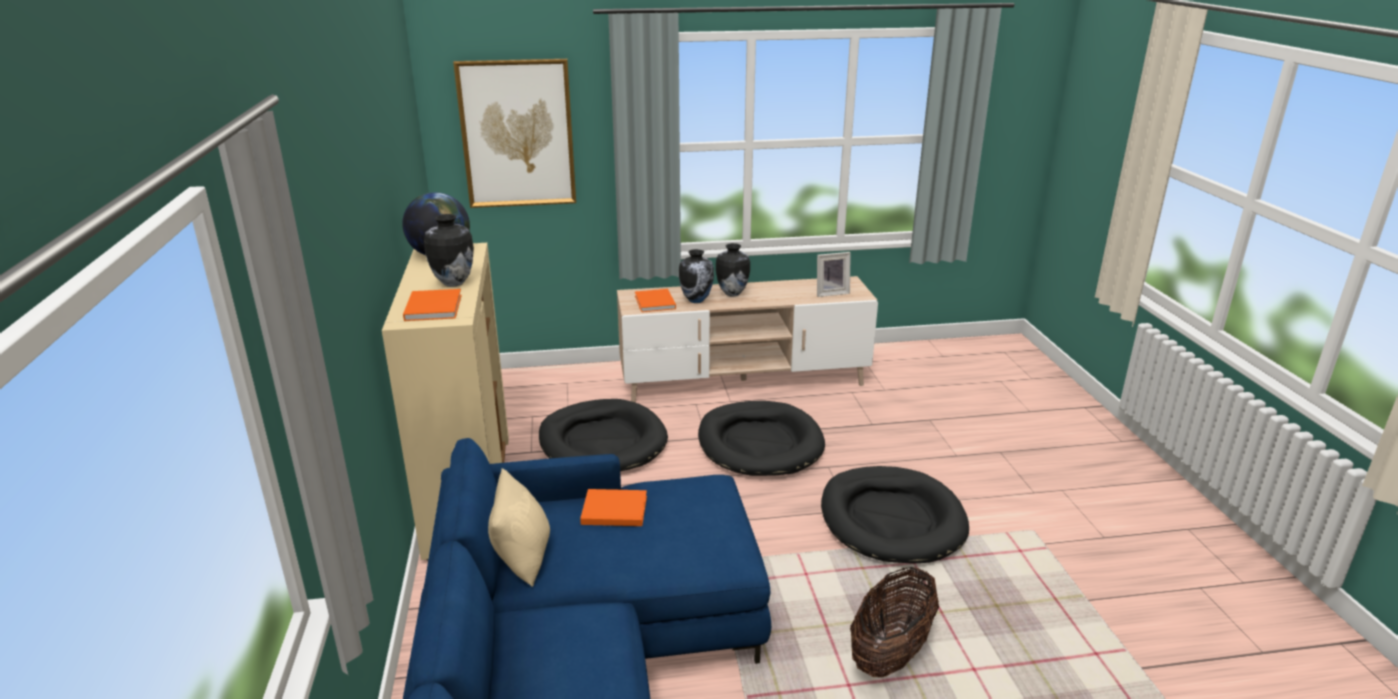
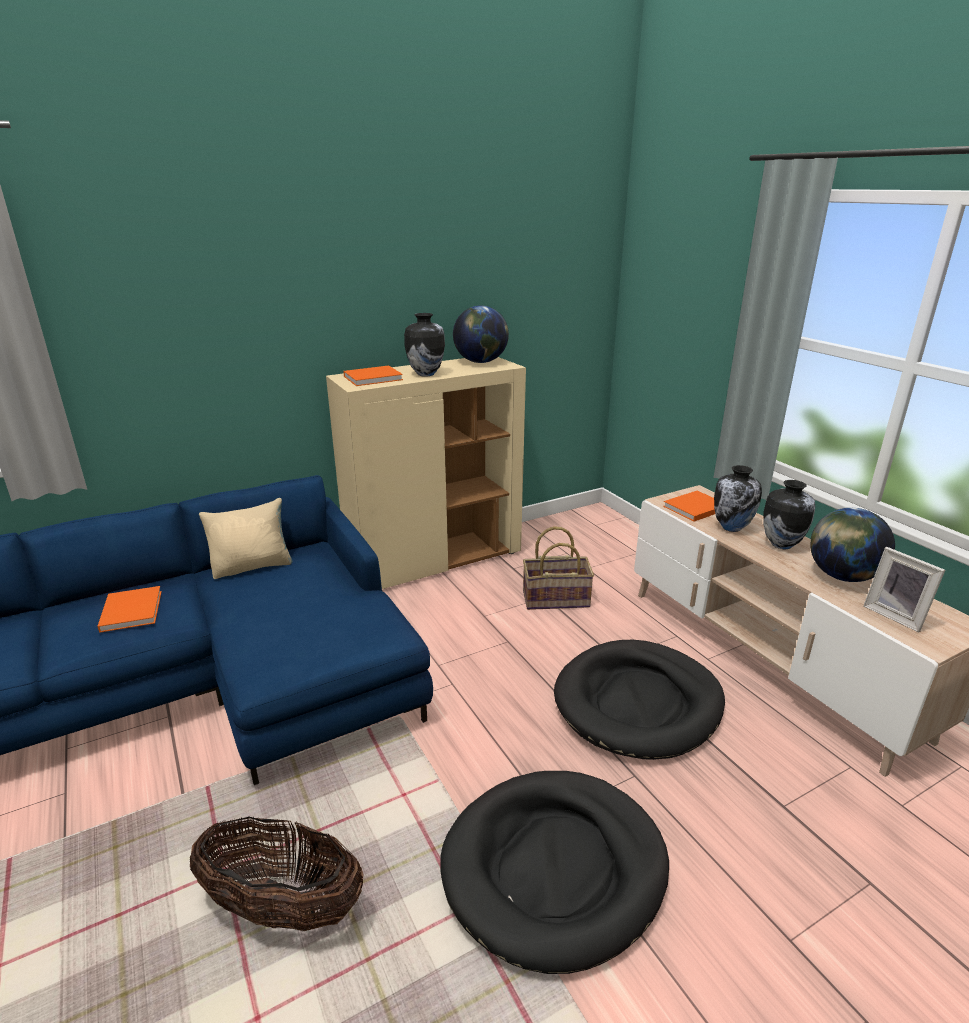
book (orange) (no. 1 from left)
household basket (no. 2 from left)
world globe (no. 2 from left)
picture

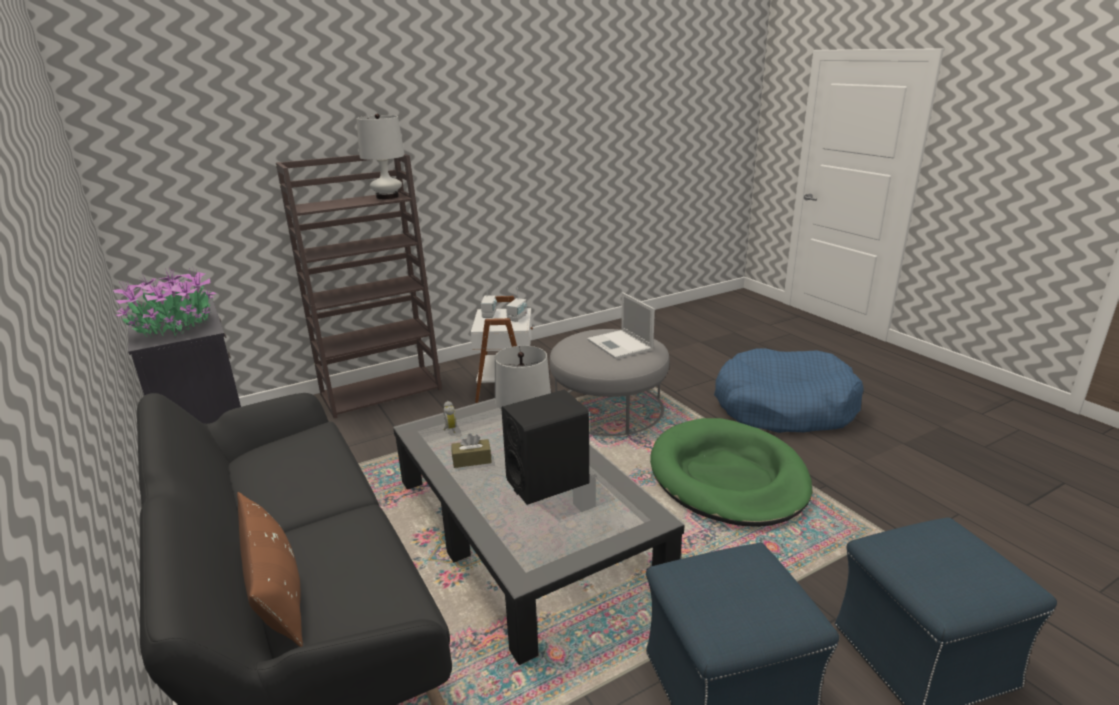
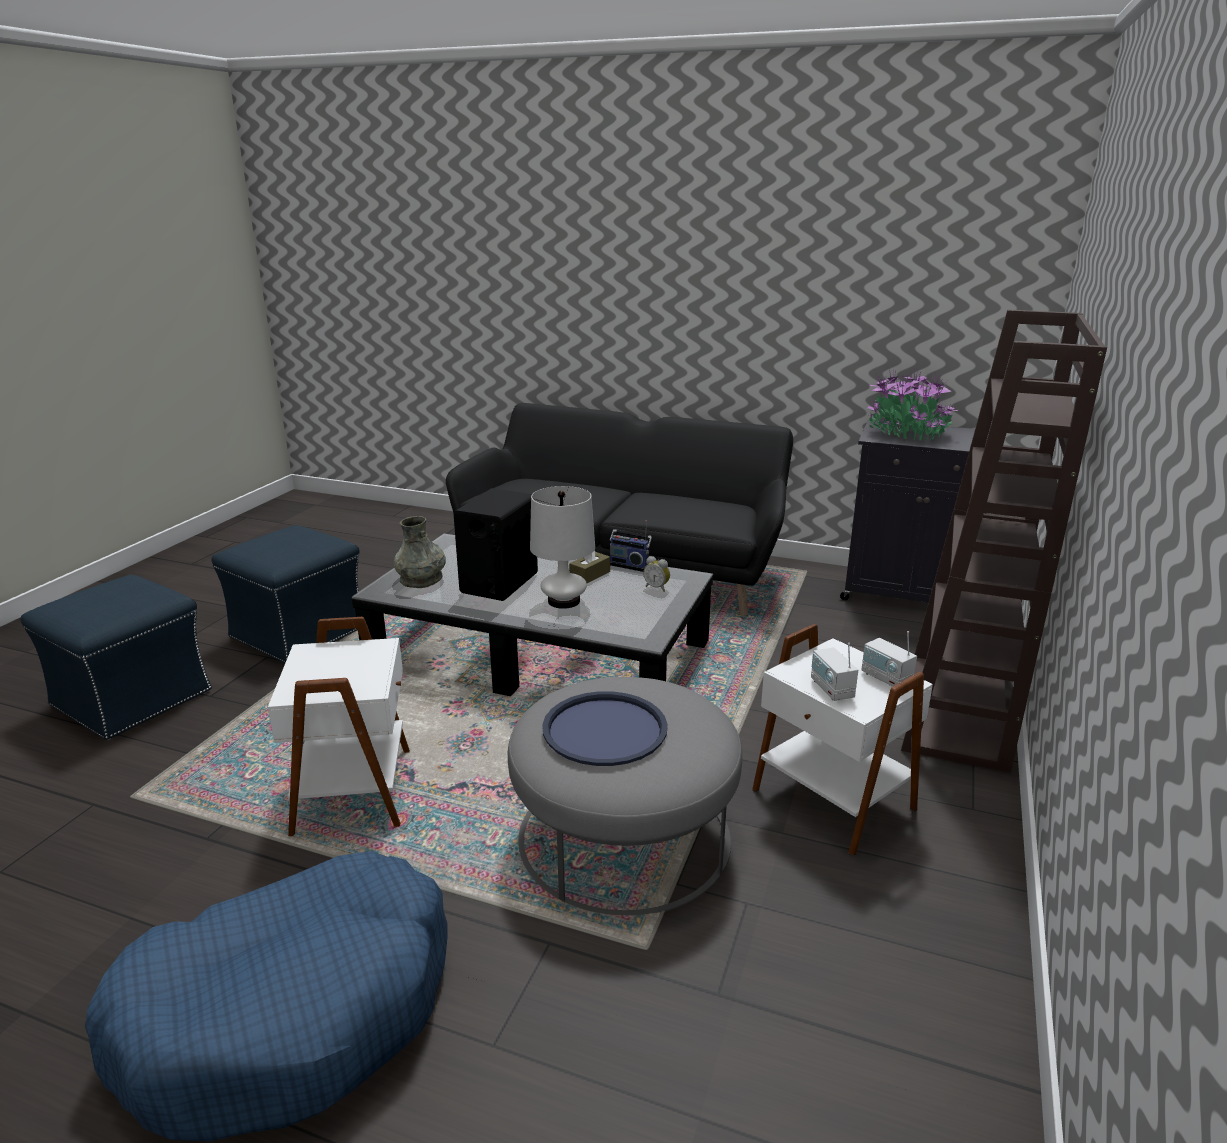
end table (white) (no. 1 from left)
decorative vase (gray)
tray (blue)
radio receiver (no. 1 from left)
pillow (brownish)
table lamp (white) (no. 1 from left in the first image)

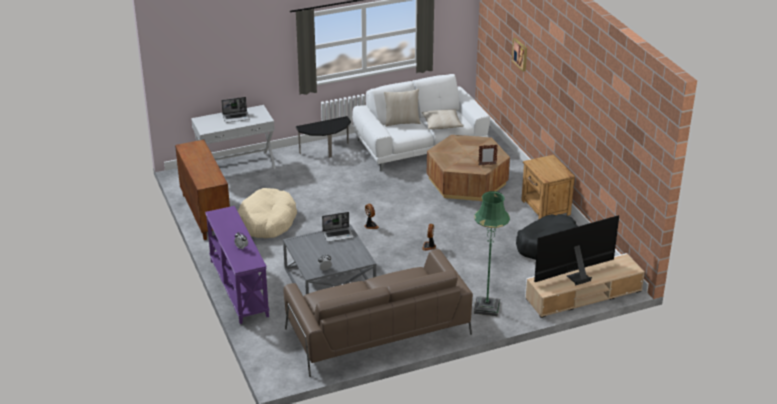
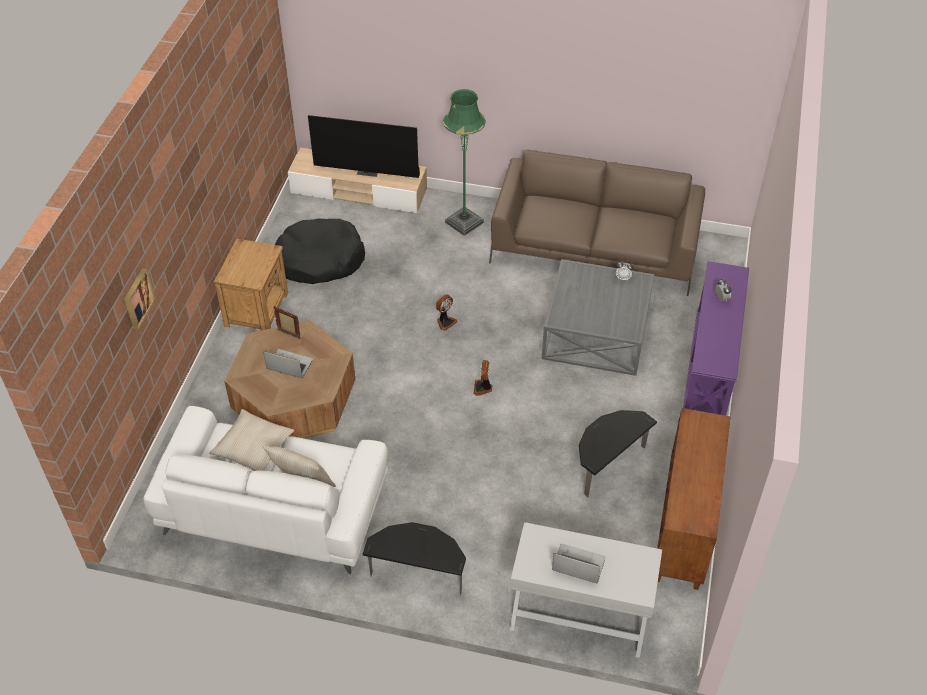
portable computer (no. 1 from left)
end table (no. 2 from left)

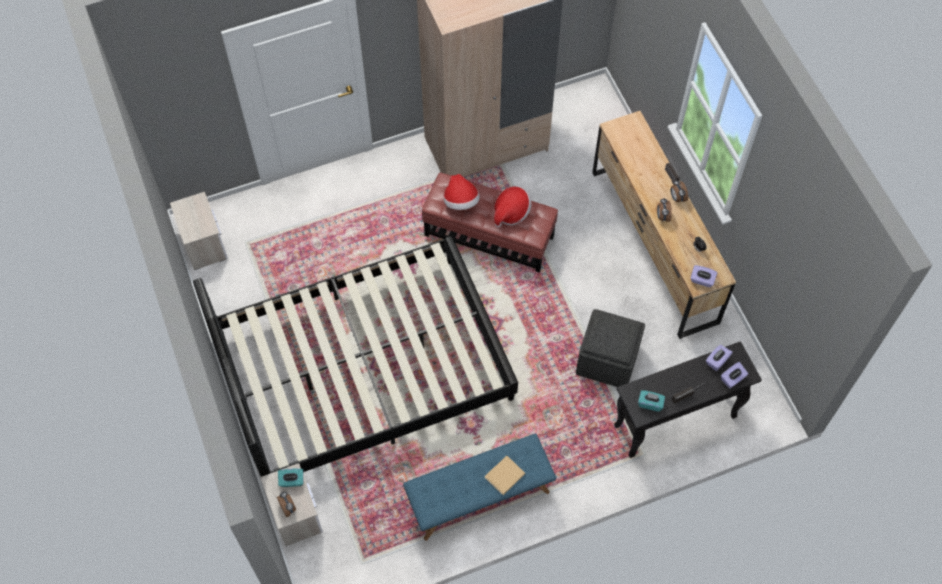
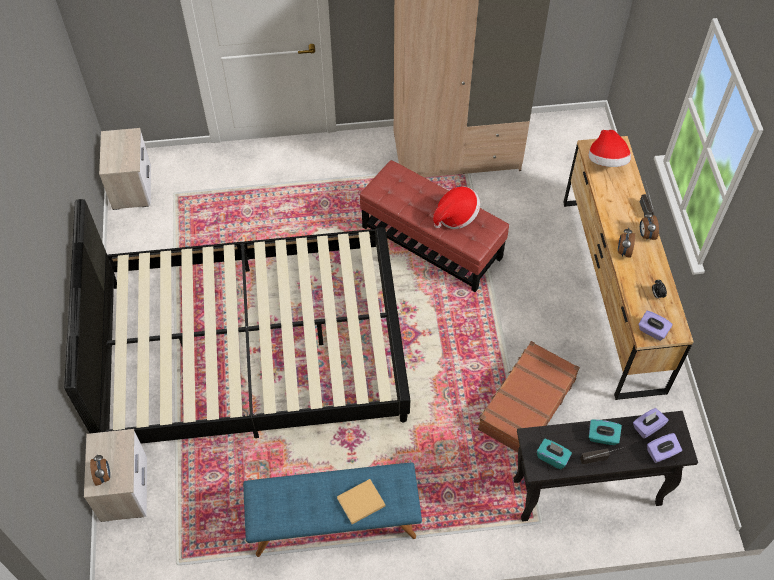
suitcase (brownish)
hat (no. 2 from left)
tissue box (turquoise) (no. 2 from left)

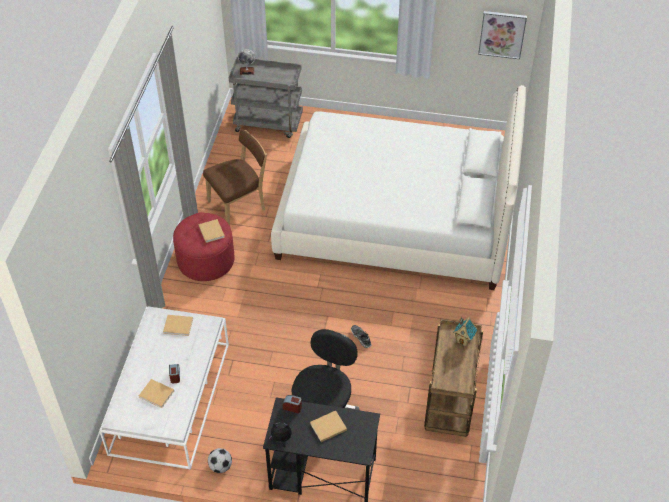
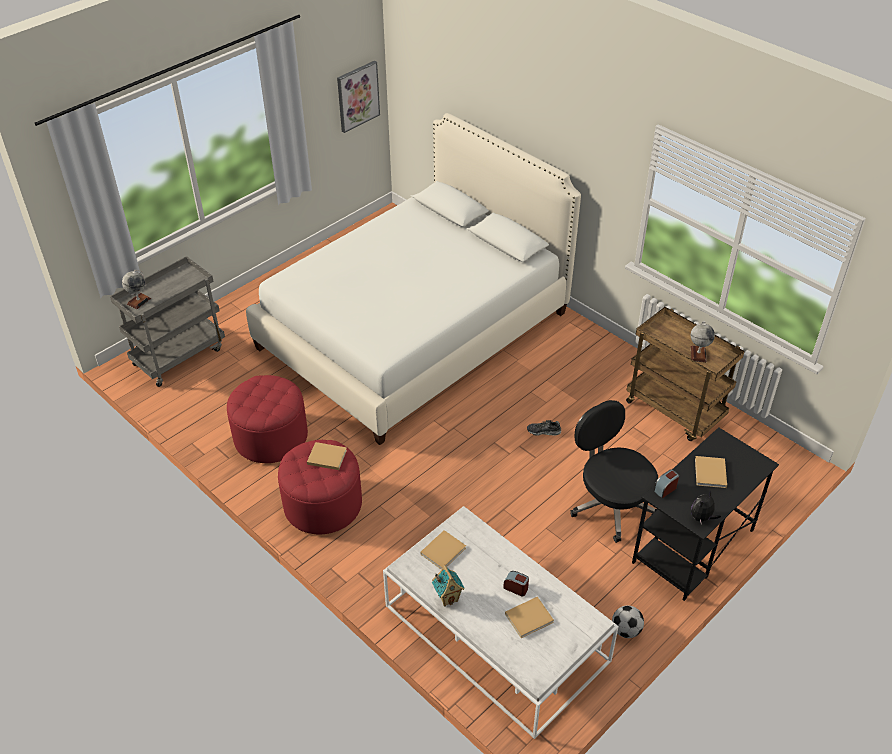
pouffe (red) (no. 1 from left)
model house
world globe (no. 2 from left)

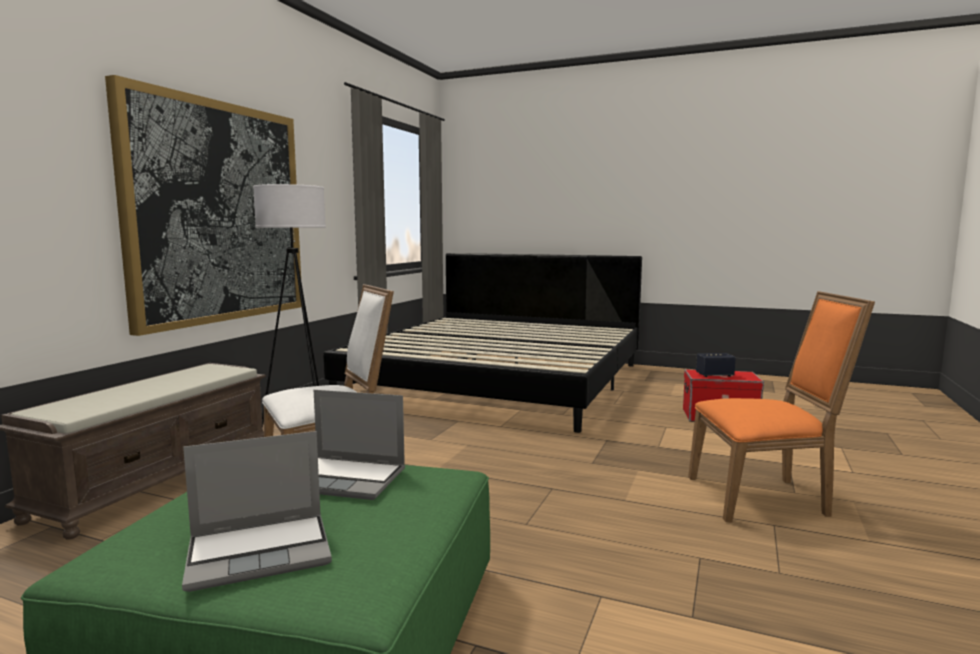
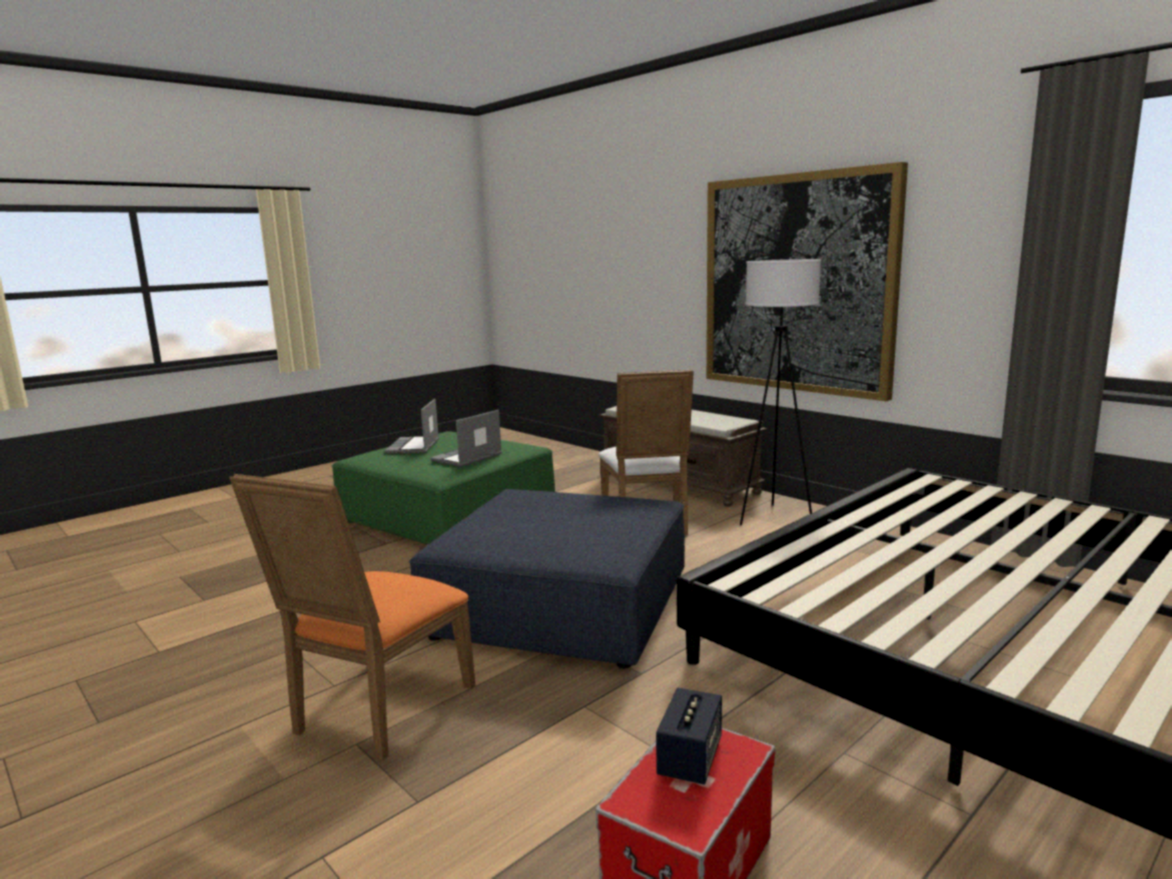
pouffe (blue)

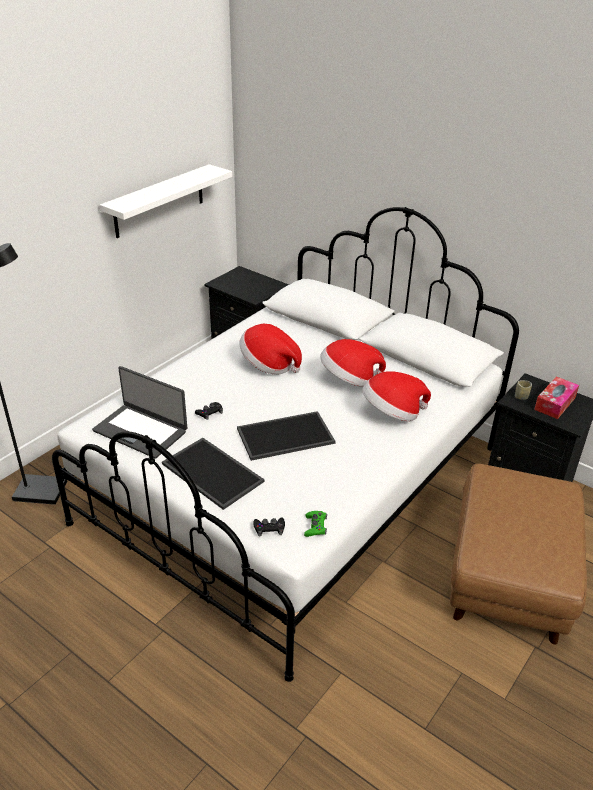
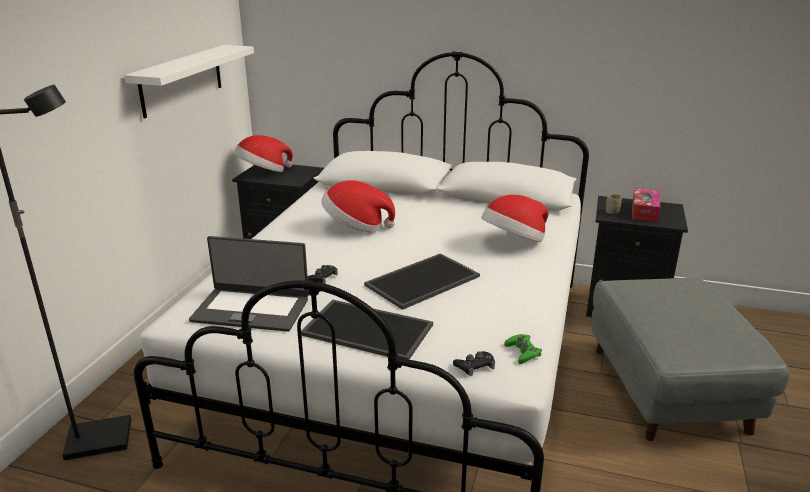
hat (no. 1 from left)
pouffe (gray)

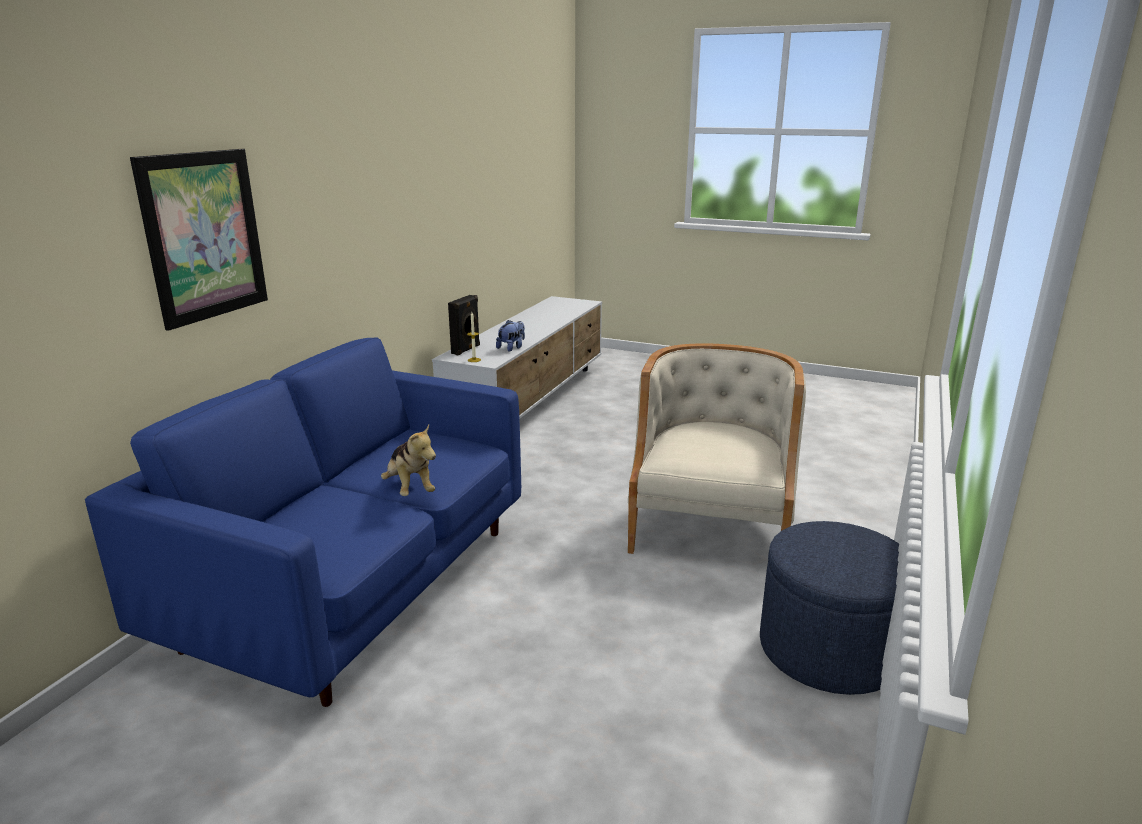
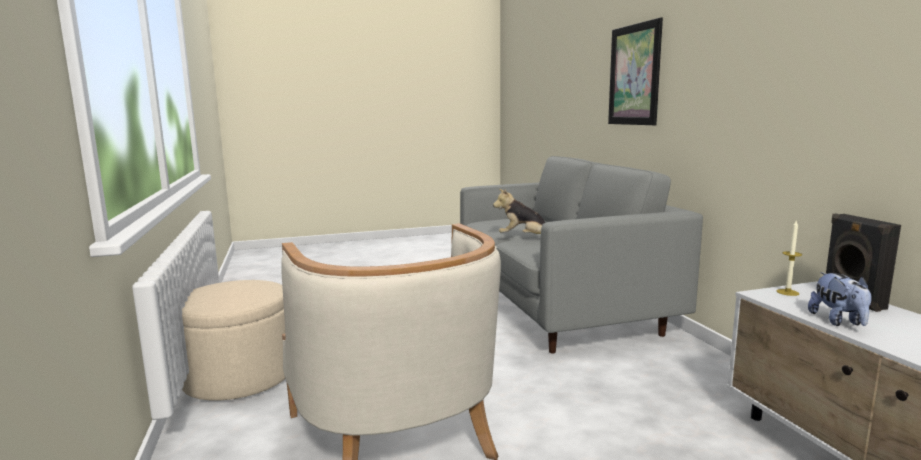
pouffe (beige-coloured)
couch (gray)

